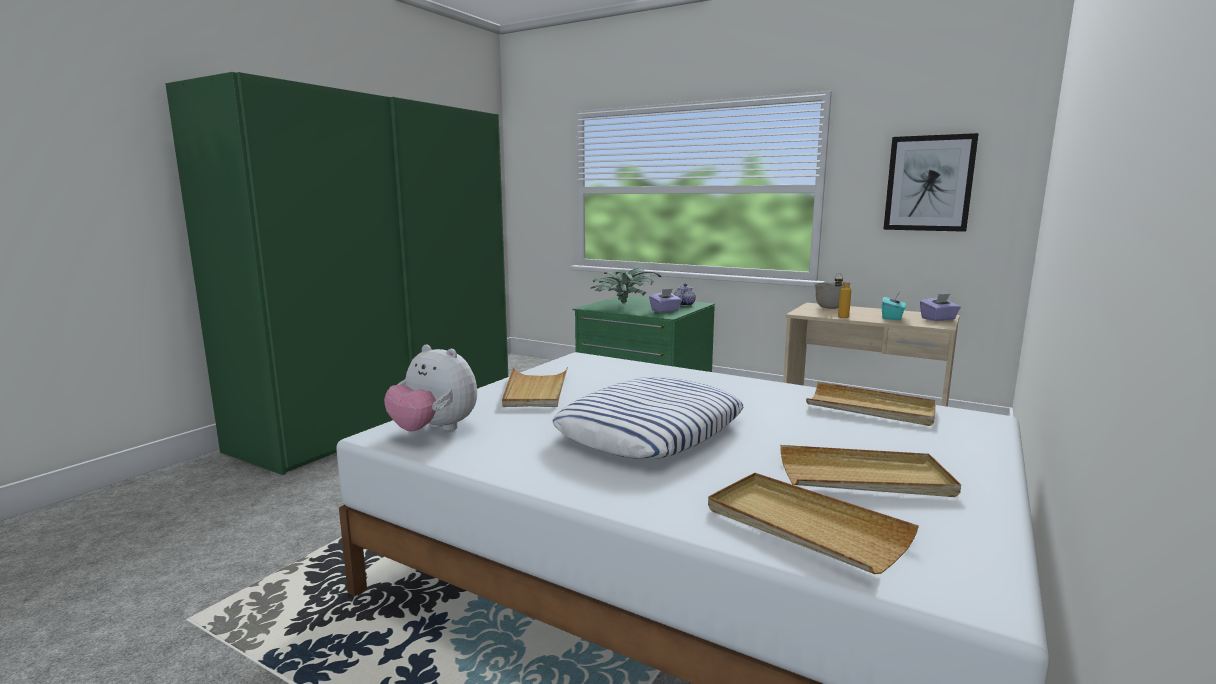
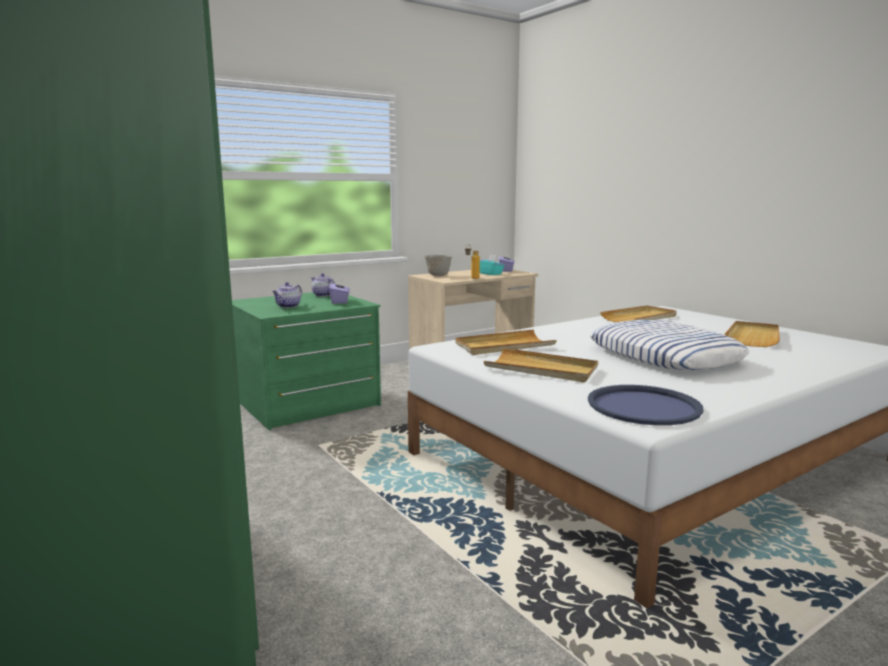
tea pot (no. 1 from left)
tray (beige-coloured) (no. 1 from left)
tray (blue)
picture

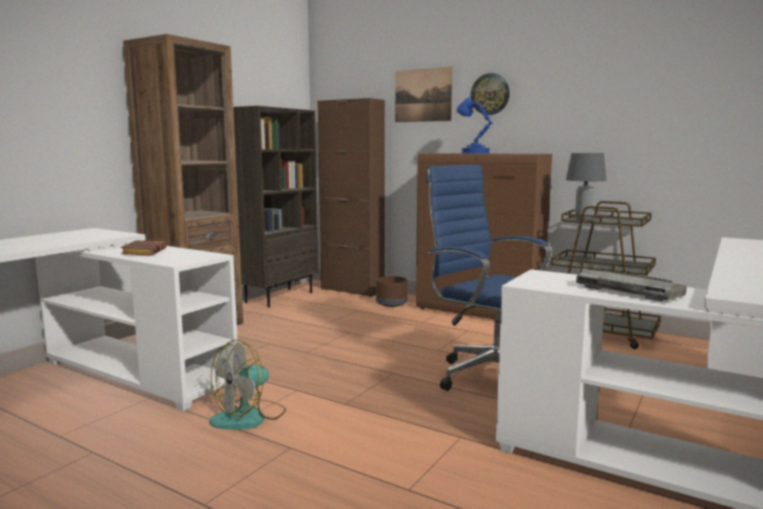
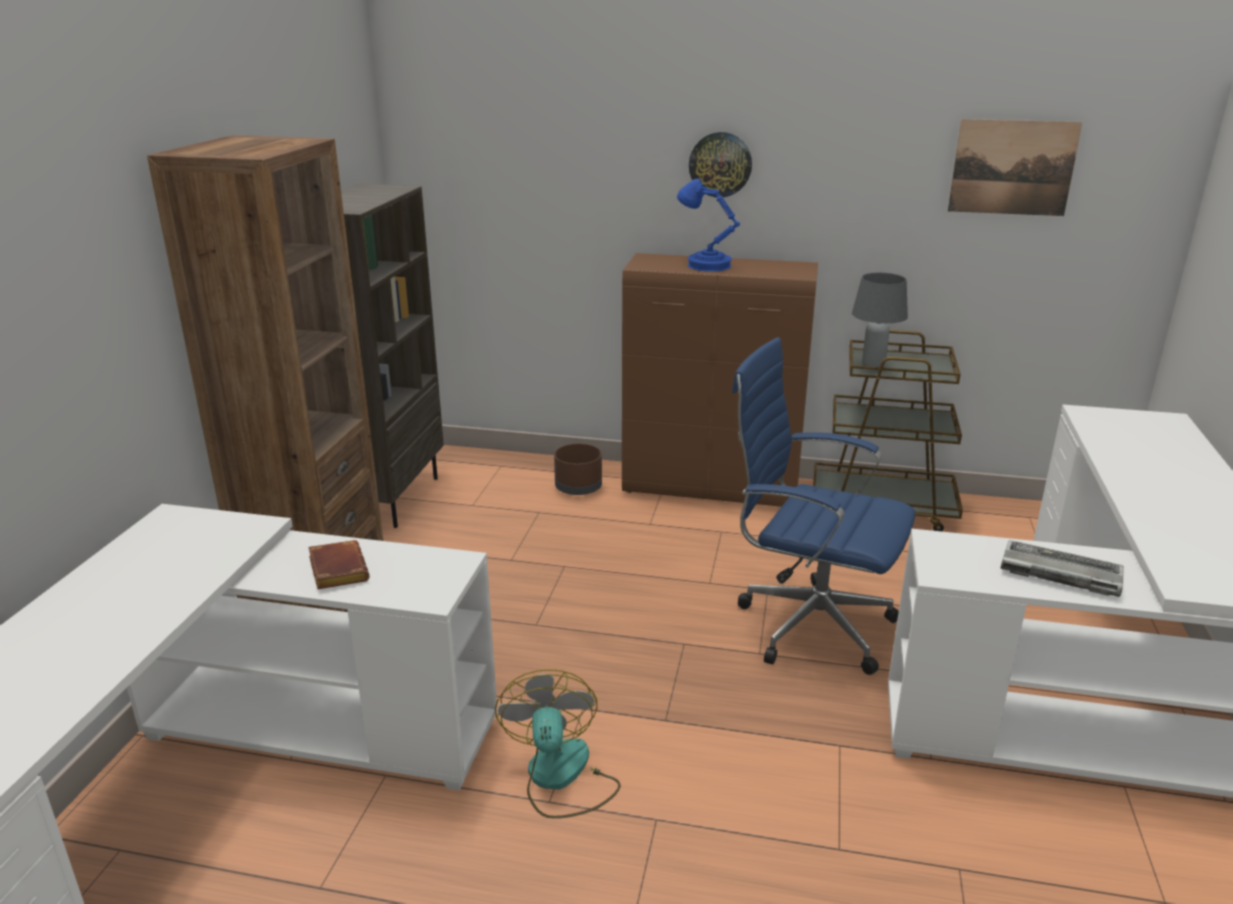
fan
picture
cabinet (brownish) (no. 1 from left in the first image)

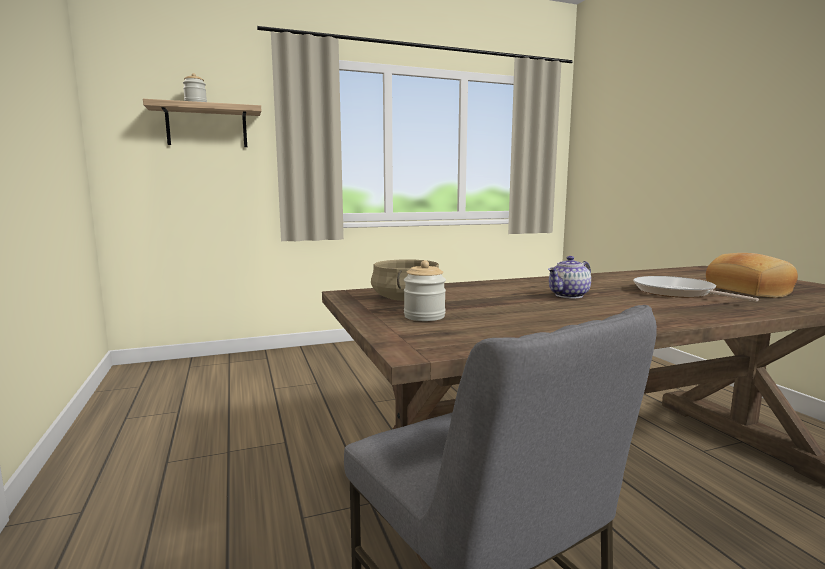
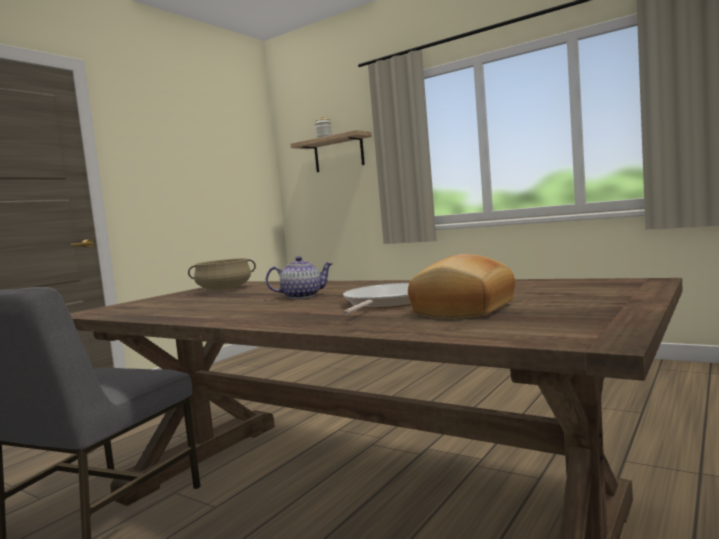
tea pot
jar (no. 2 from left in the first image)

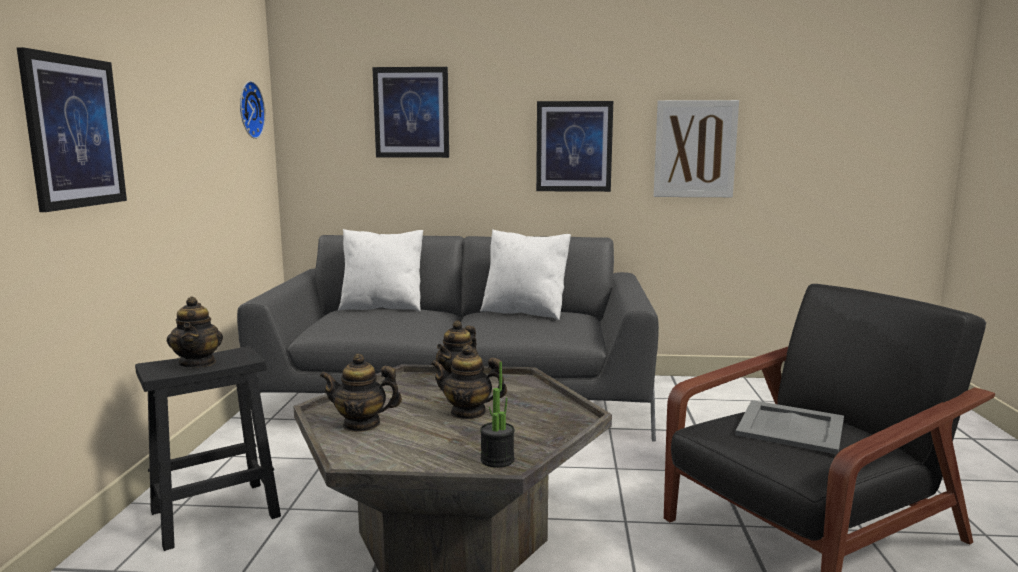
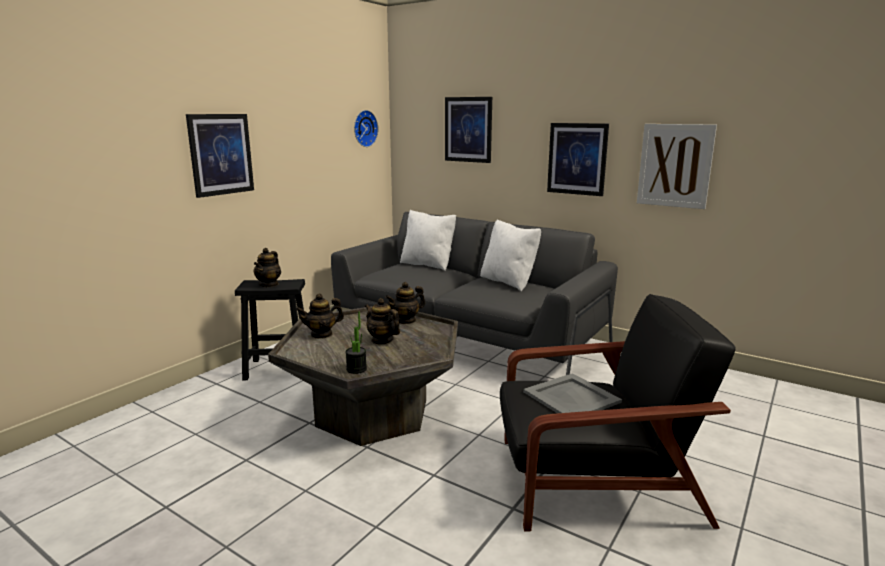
tea pot (no. 2 from left)

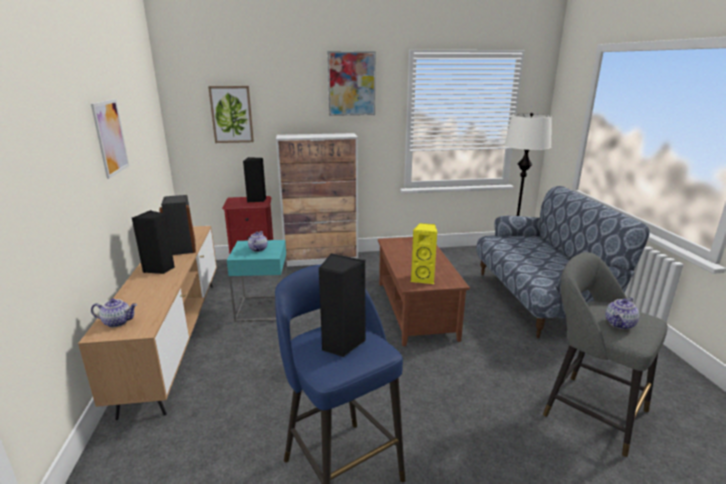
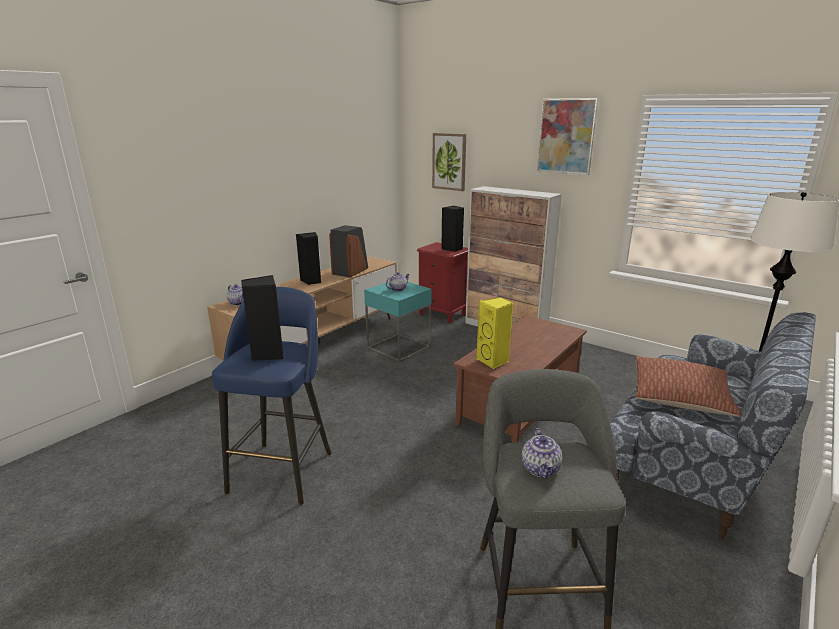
tea pot (no. 3 from left)
pillow
picture (no. 1 from left in the first image)

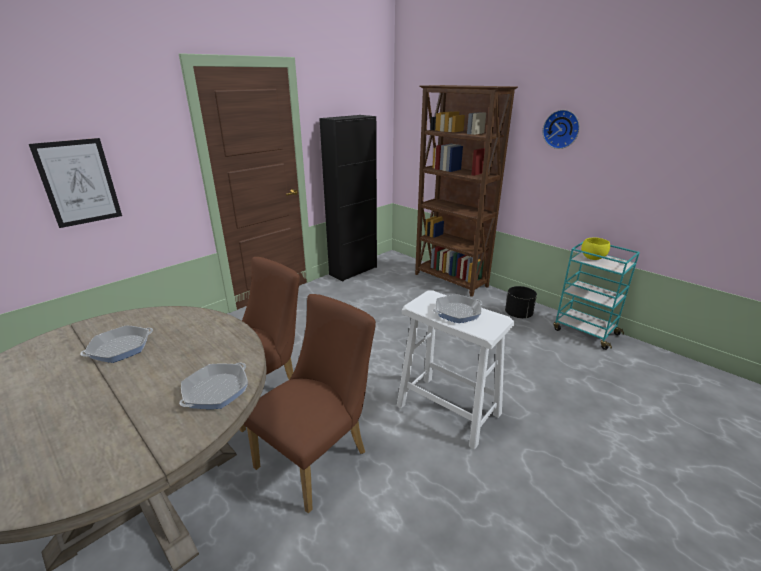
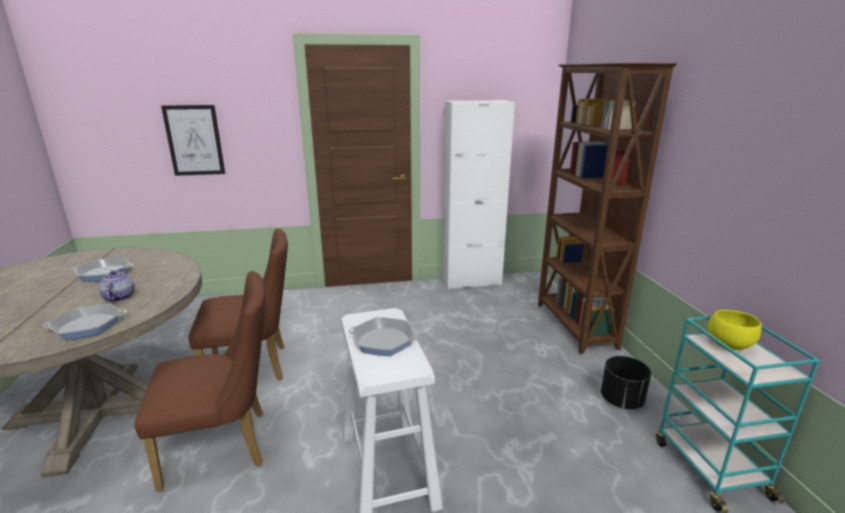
tea pot
cabinet (white)
hanging clock

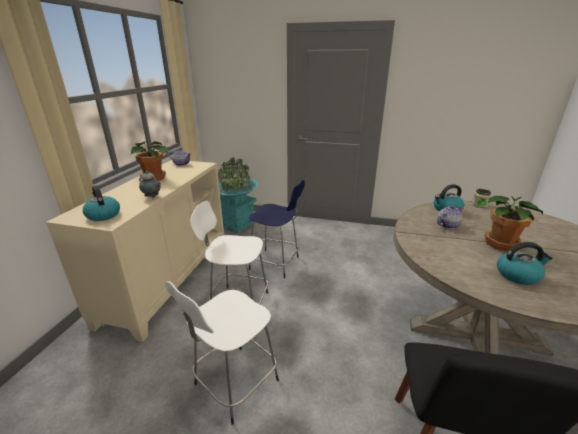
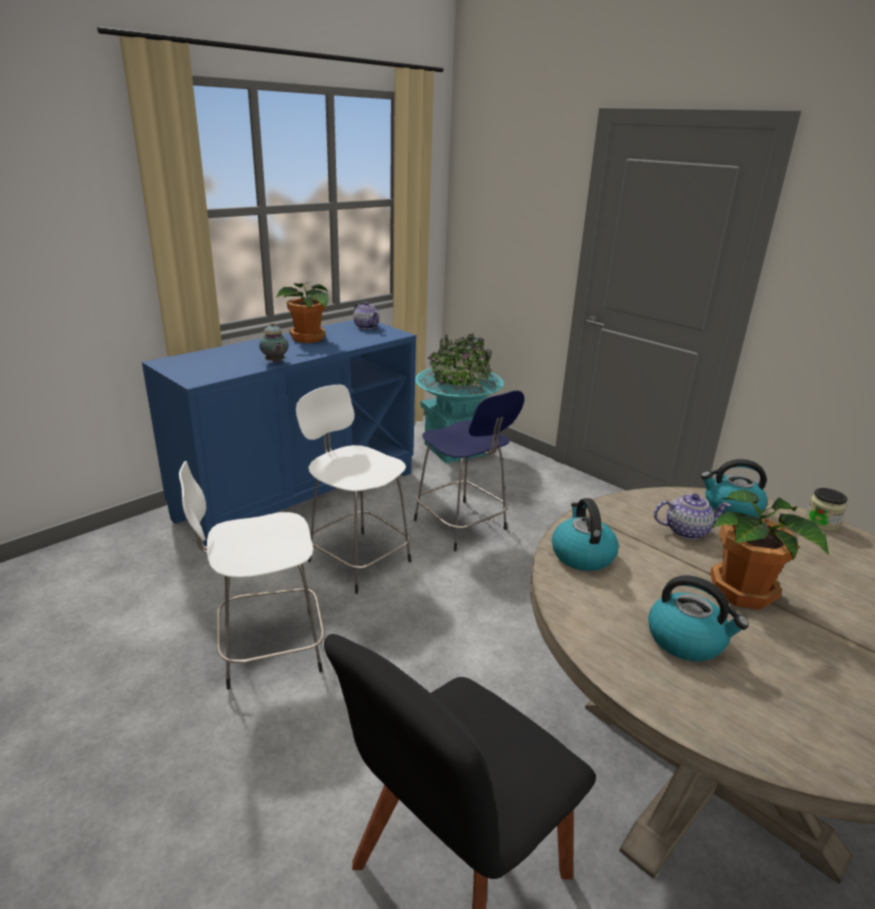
cabinet (blue)
tea kettle (no. 1 from left)

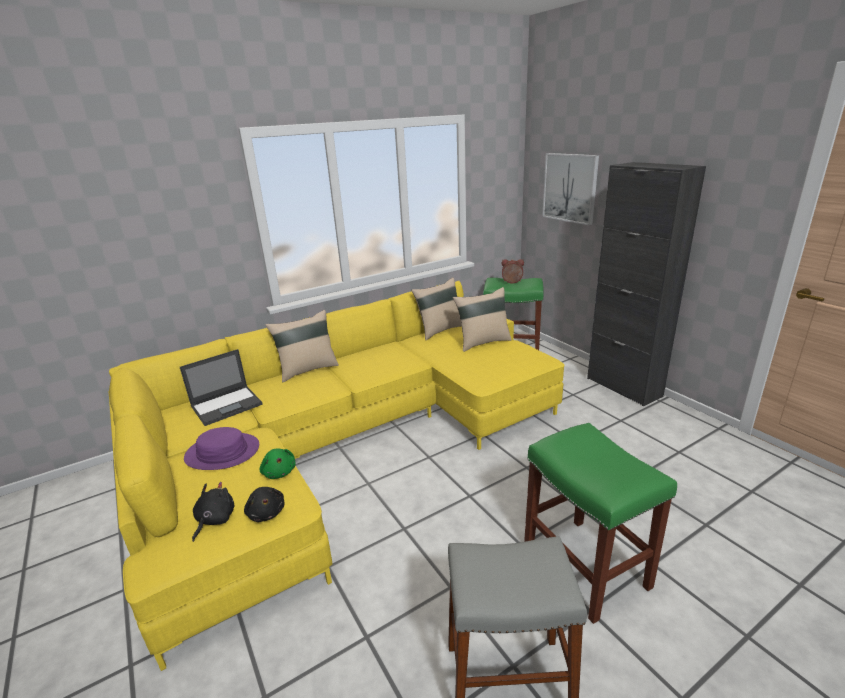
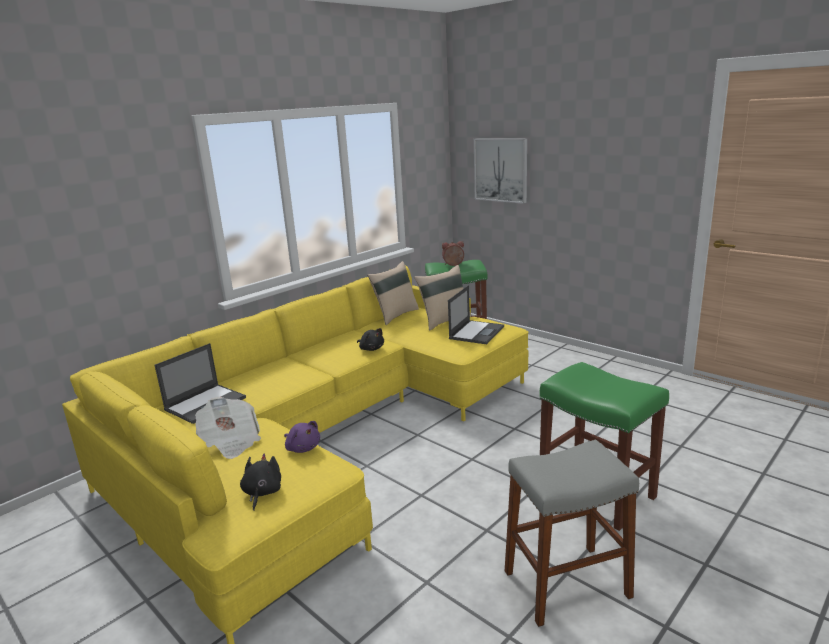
printed paper
plush toy (purple-coloured)
plush toy (black-coloured) (no. 2 from left)
portable computer (no. 2 from left)
pillow (beige-coloured) (no. 1 from left in the first image)
cabinet (black-coloured)

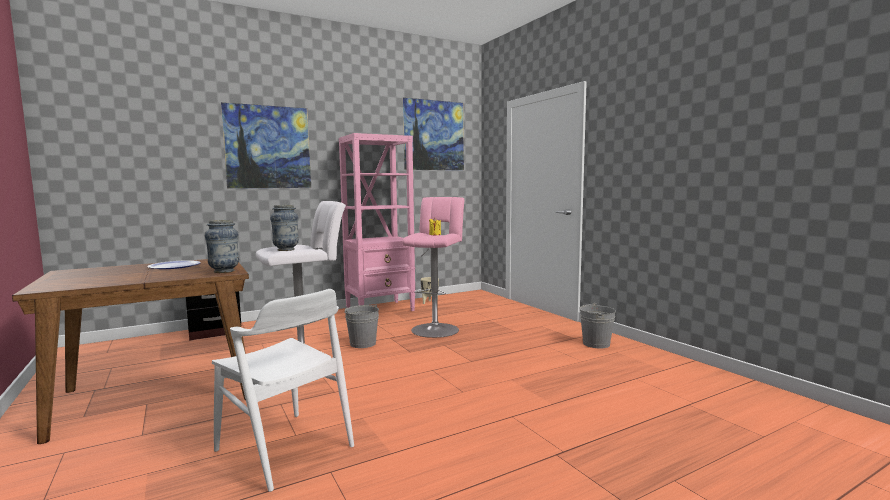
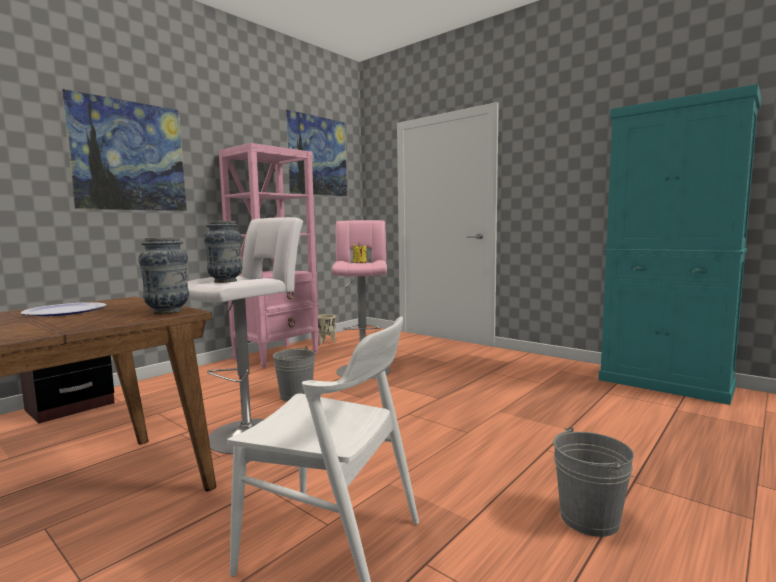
water bucket (gray) (no. 2 from left)
cabinet (turquoise)

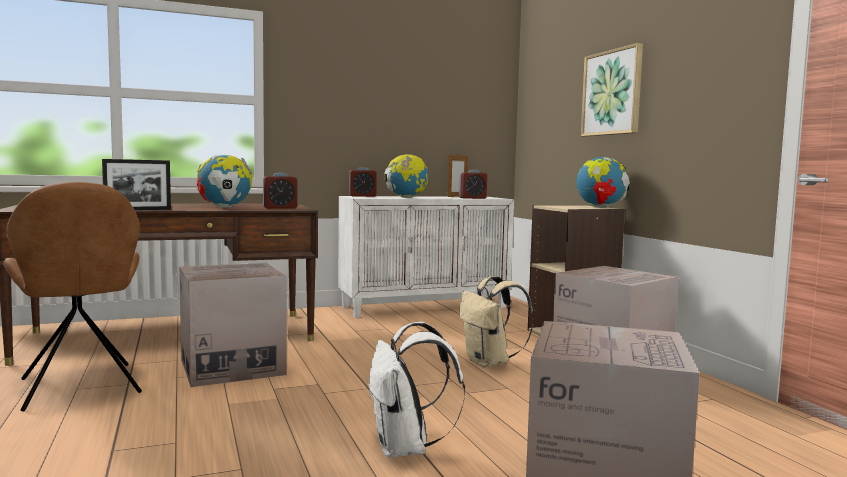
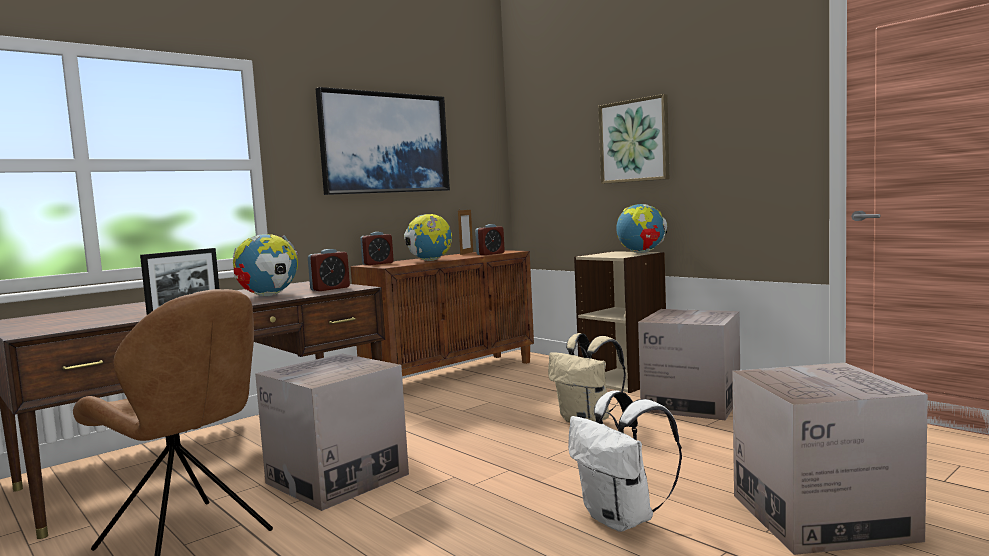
picture (no. 1 from left)
cabinet (brownish)

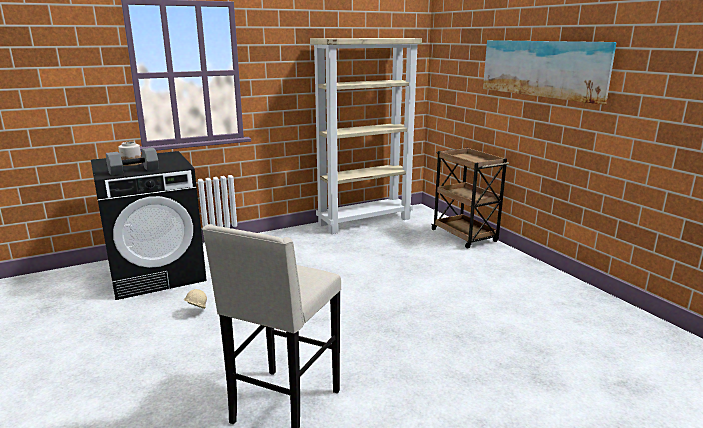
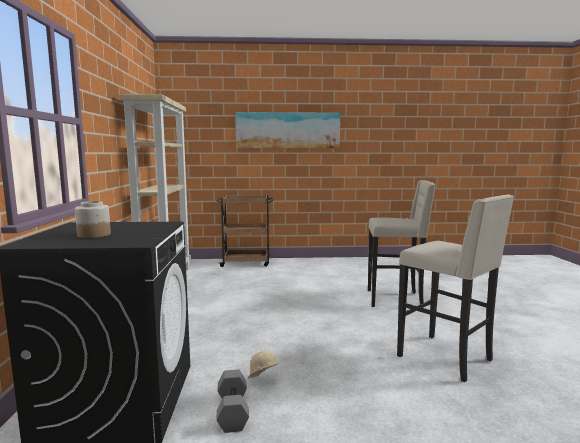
hand weight (gray)
stool seat (beige-coloured) (no. 1 from left)

